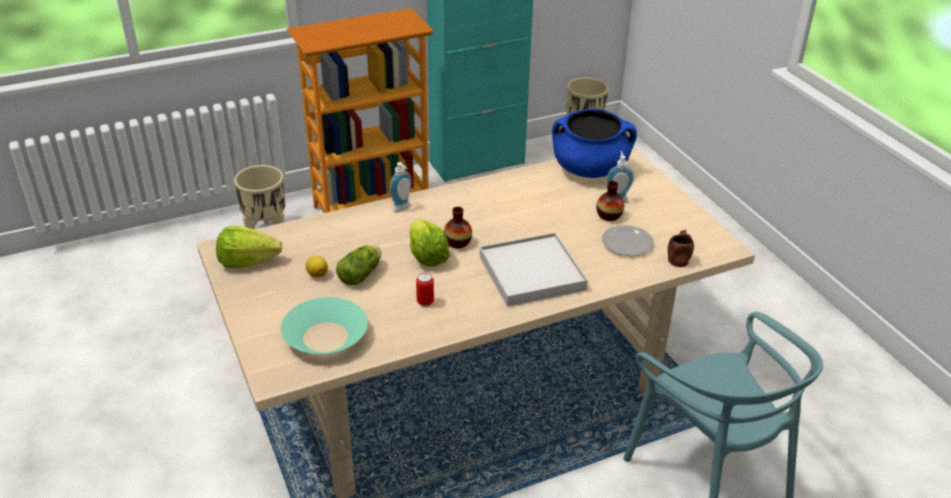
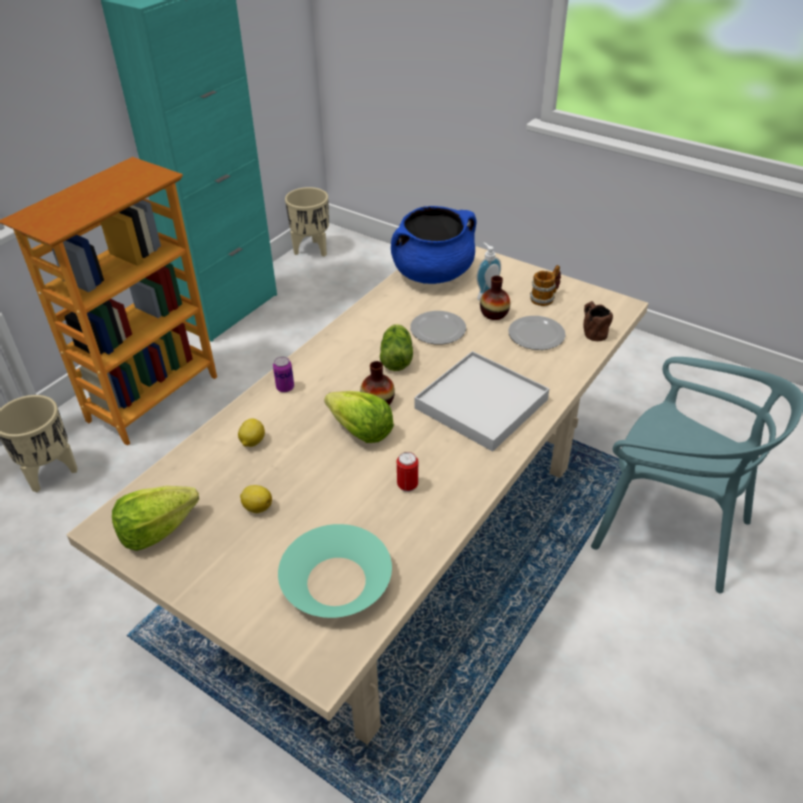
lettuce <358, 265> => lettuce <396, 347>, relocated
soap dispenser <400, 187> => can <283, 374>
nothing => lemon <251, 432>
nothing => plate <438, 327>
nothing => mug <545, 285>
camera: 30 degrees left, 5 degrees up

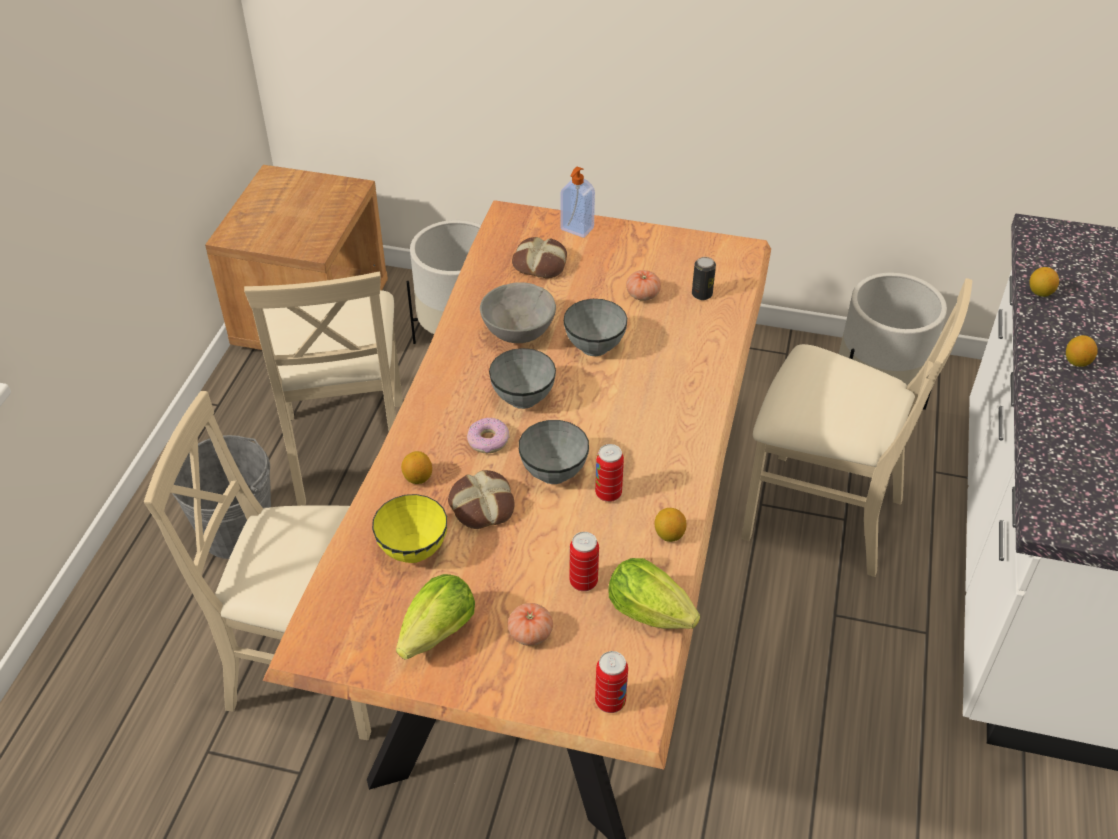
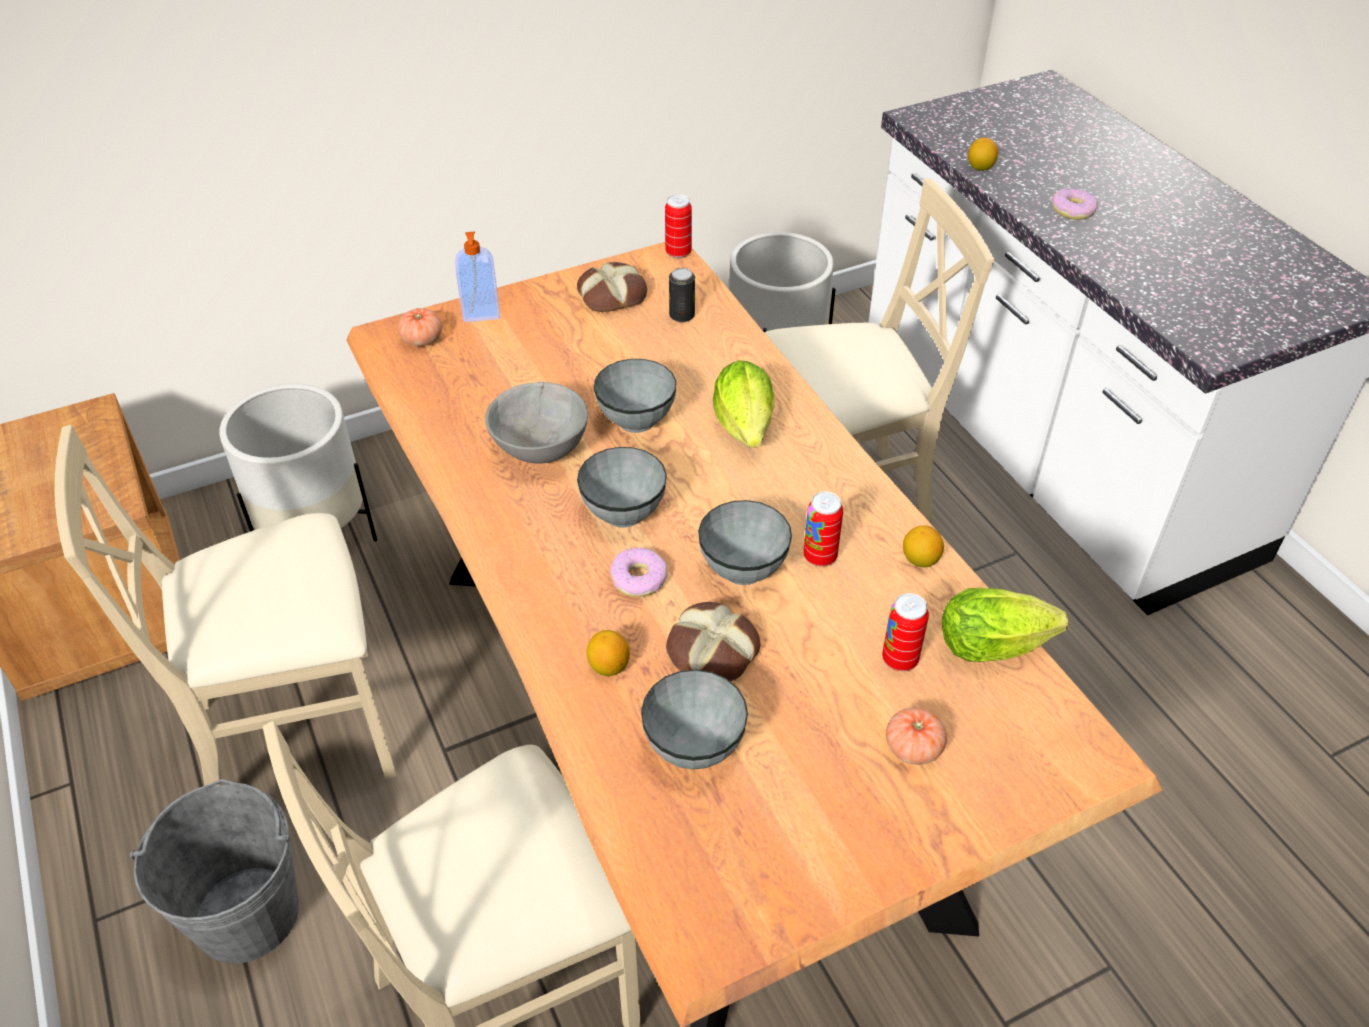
beige chair <323, 388> => beige chair <225, 605>, 120 degrees clockwise
yellow bowl <409, 528> => grey bowl <694, 719>
lettuce <435, 616> => lettuce <743, 404>, relocated
bread <539, 258> => bread <612, 287>, relocated
can <611, 682> => can <678, 226>, relocated
tomato <643, 285> => tomato <420, 327>, relocated
lemon <1082, 351> => donut <1074, 204>
camera: 40 degrees left, 0 degrees up

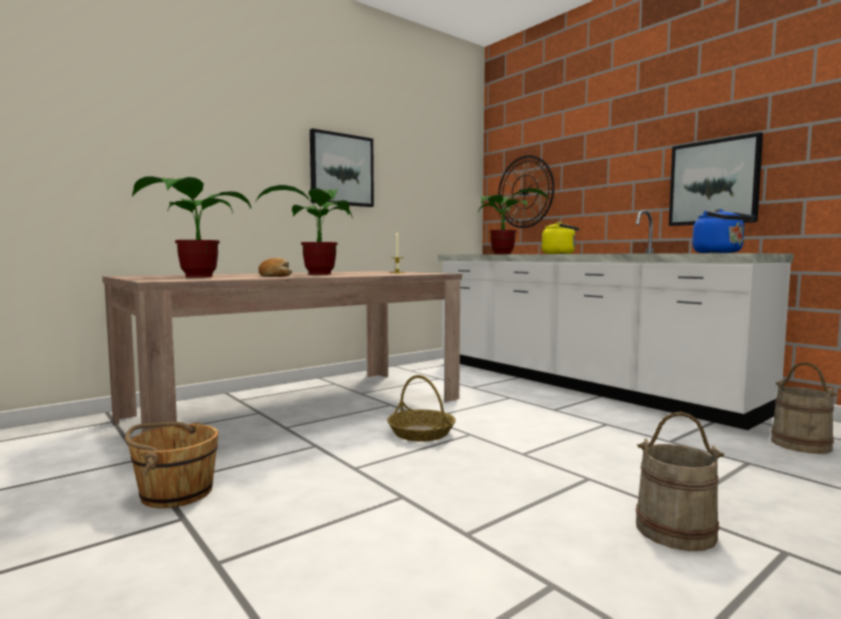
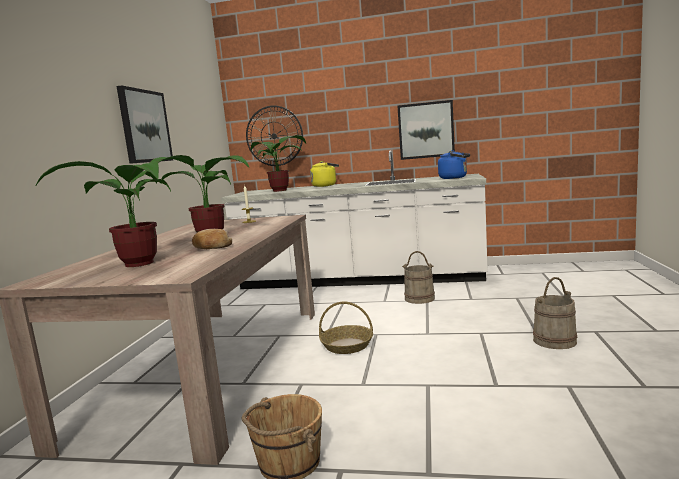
beige bucket <804, 408> => beige bucket <418, 277>, relocated
camera: 40 degrees left, 5 degrees up

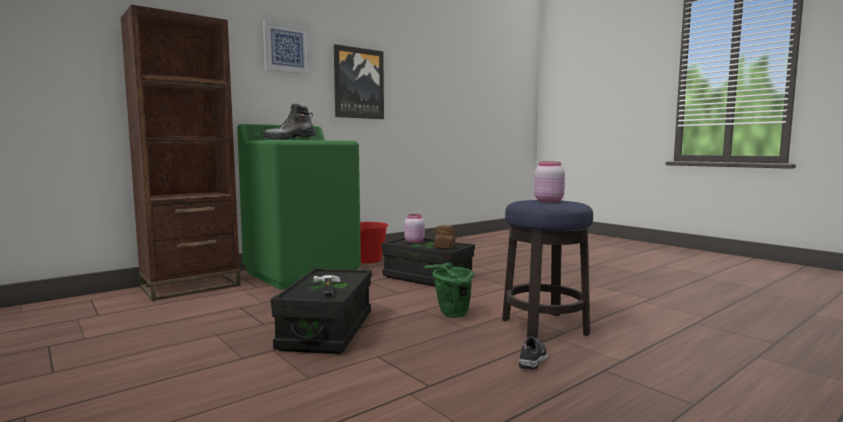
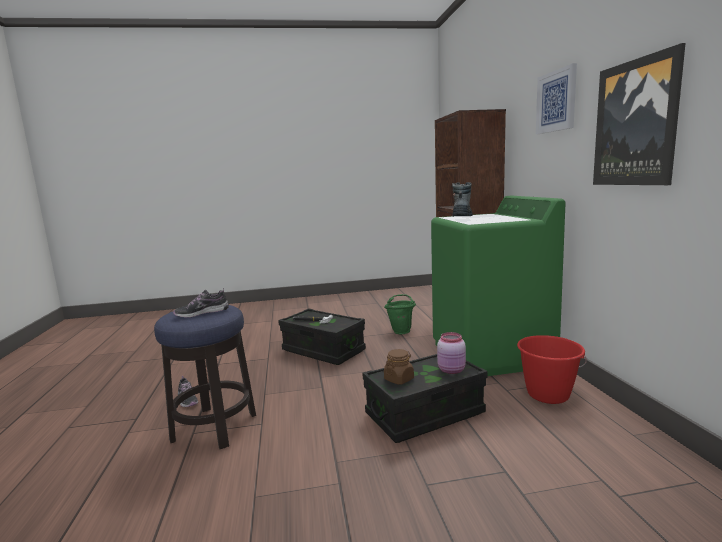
green bucket <449, 290> => green bucket <400, 314>, relocated
pink jar <549, 182> => shoe <201, 303>
camera: 120 degrees right, 5 degrees up

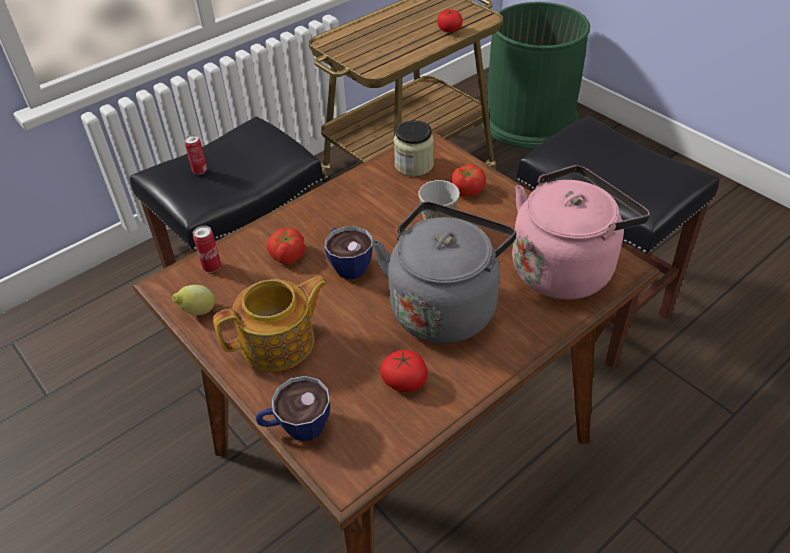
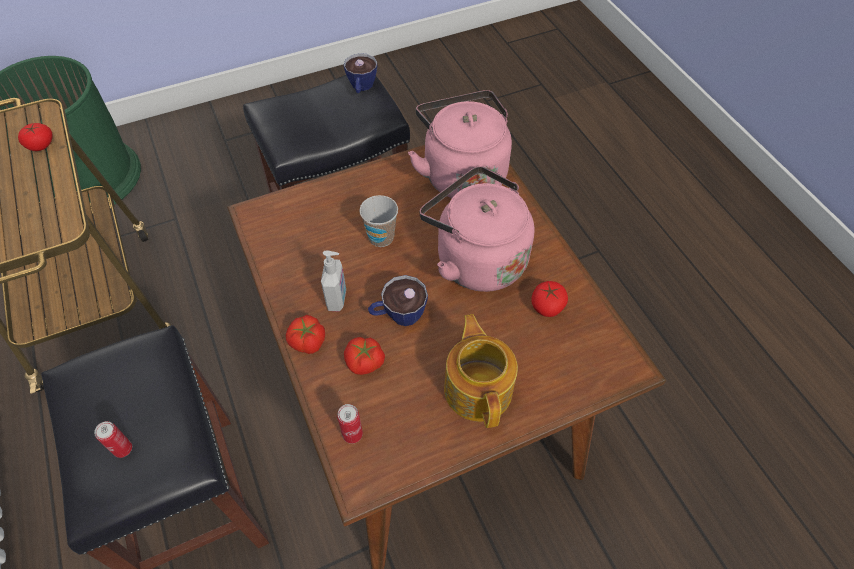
lemon <193, 300> => nothing
cup <292, 408> => cup <360, 73>, relocated
grey kettle <444, 272> => pink kettle <477, 229>
jar <414, 148> => nothing
tomato <468, 180> => tomato <305, 334>, relocated
nothing => soap dispenser <333, 281>
camera: 75 degrees left, 10 degrees up

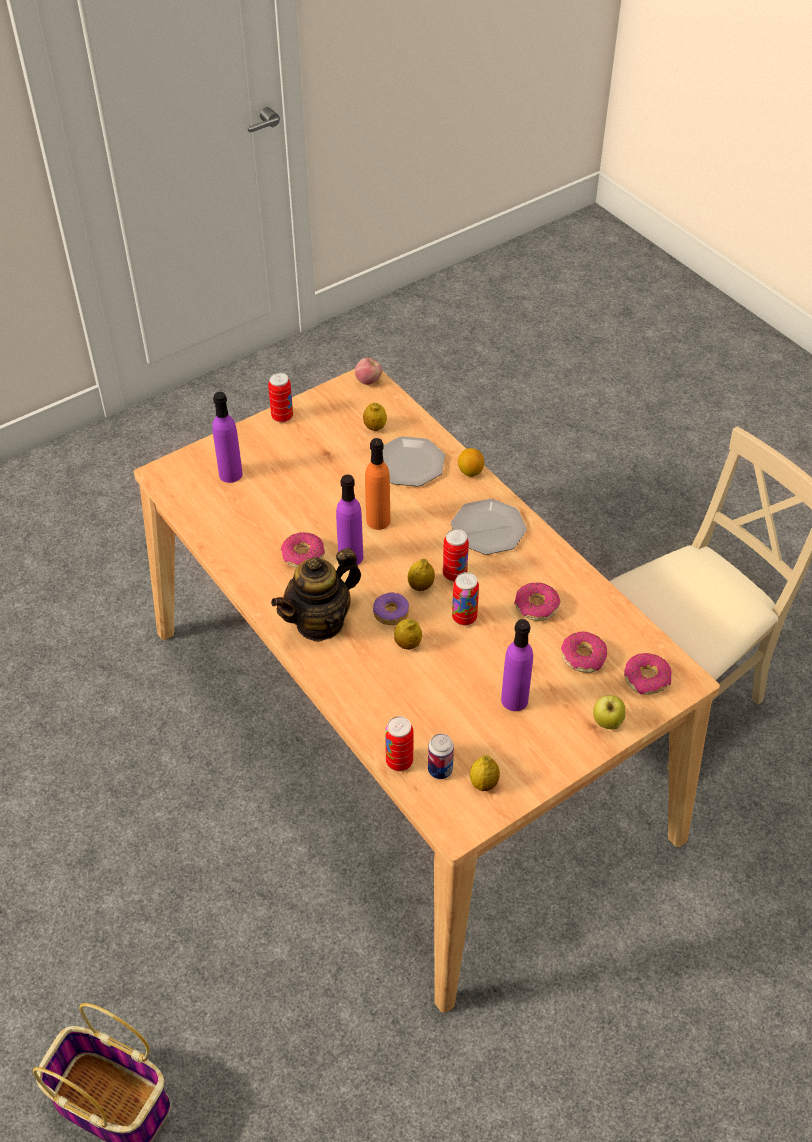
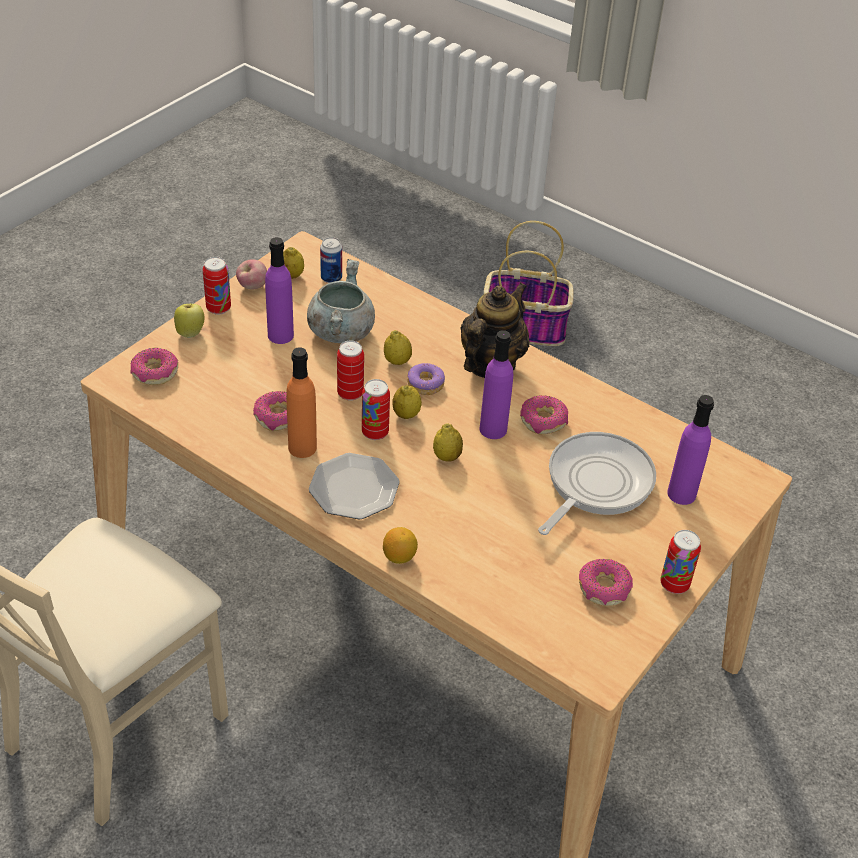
apple <368, 371> => apple <251, 274>, relocated
lemon <375, 417> => lemon <448, 442>, relocated
orange bottle <378, 484> => orange bottle <301, 402>, relocated
plate <414, 461> => nothing
can <399, 743> => can <217, 286>, relocated
donut <584, 652> => donut <606, 582>, relocated
nothing => grey cooking pot <341, 301>
nothing => frying pan <597, 483>
camera: 160 degrees right, 5 degrees down

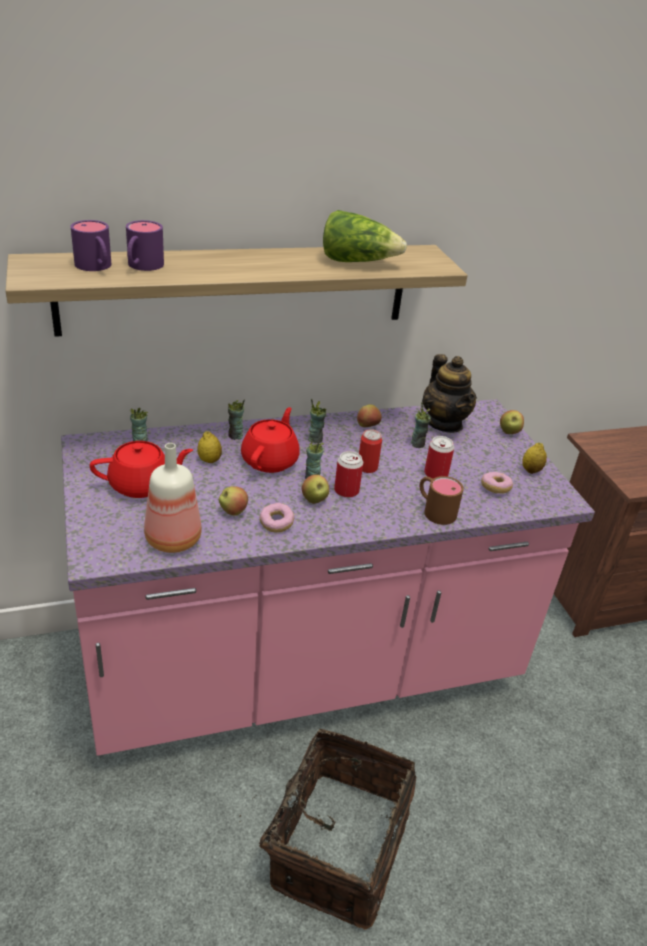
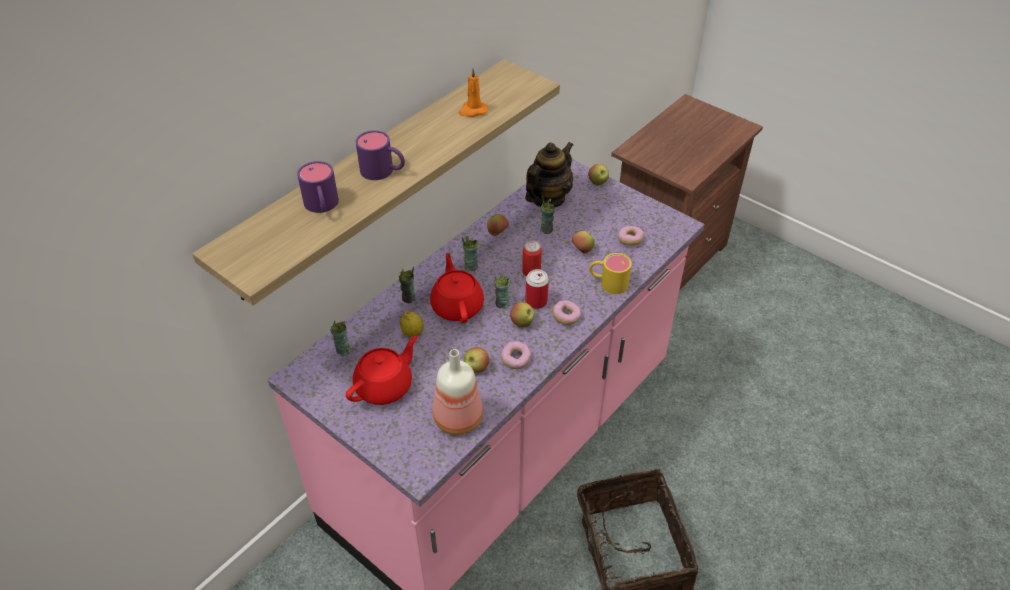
purple mug <91, 245> => purple mug <380, 155>, relocated
lettuce <365, 236> => orange candle <473, 92>
brown mug <441, 500> => yellow mug <610, 273>
teapot <449, 393> => teapot <549, 174>, 90 degrees counterclockwise
can <439, 457> => apple <583, 242>
lemon <534, 458> => nothing
nothing => donut <567, 312>
camera: 30 degrees left, 10 degrees up

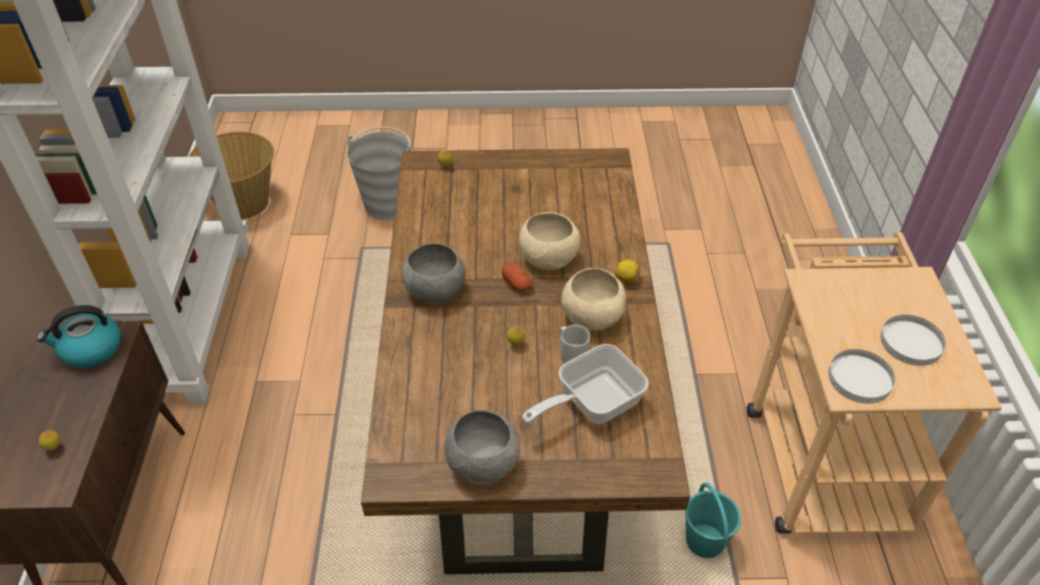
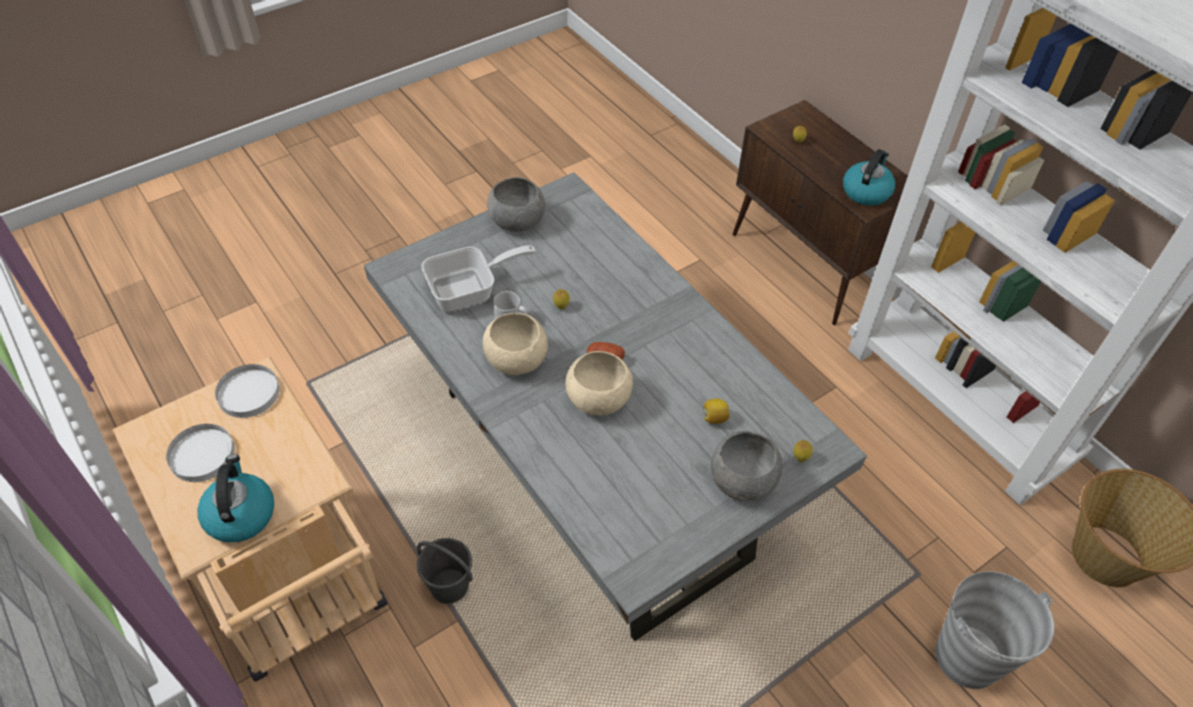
brown dining table <525, 361> => grey dining table <615, 406>
grey bowl <433, 273> => grey bowl <747, 466>, relocated
frying pan <586, 384> => frying pan <478, 278>, 45 degrees clockwise
lemon <627, 272> => lemon <717, 411>, relocated
turquoise bucket <713, 520> => nothing
nothing => kettle <235, 498>
nothing => grey bucket <445, 571>
camera: 145 degrees right, 5 degrees up

